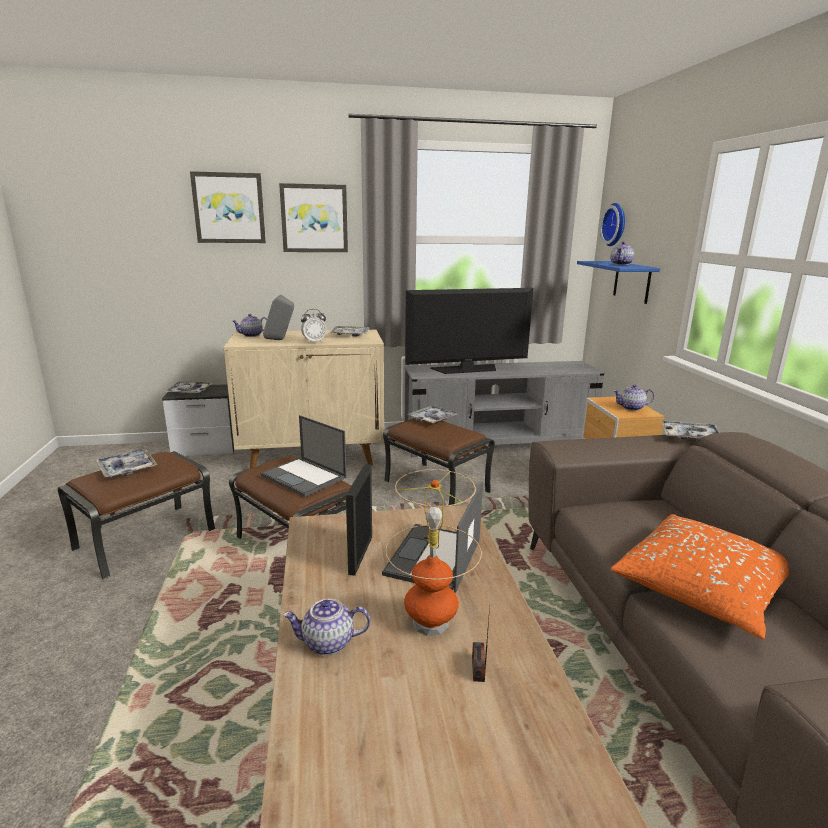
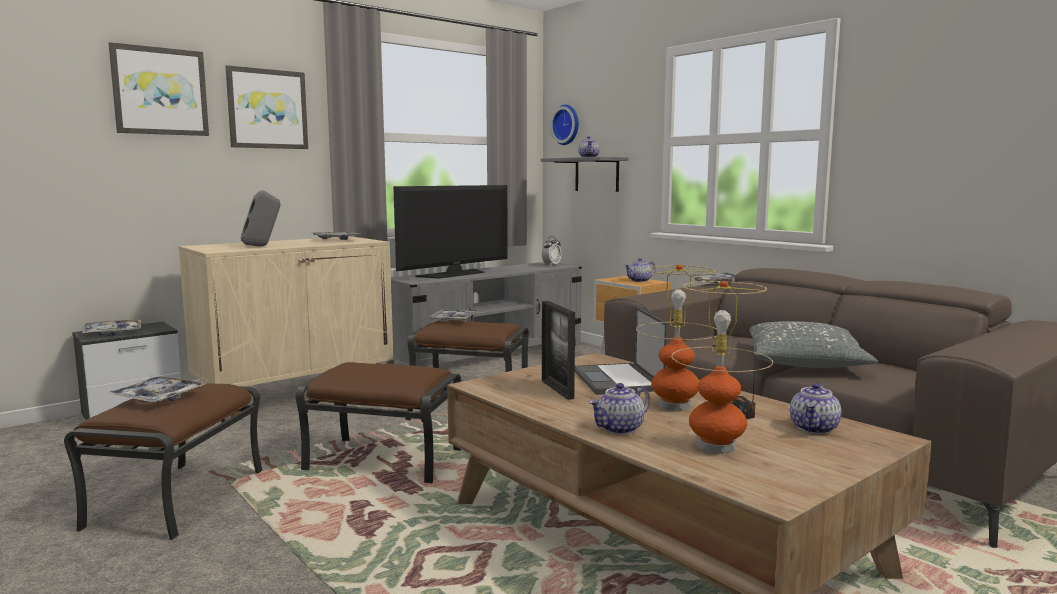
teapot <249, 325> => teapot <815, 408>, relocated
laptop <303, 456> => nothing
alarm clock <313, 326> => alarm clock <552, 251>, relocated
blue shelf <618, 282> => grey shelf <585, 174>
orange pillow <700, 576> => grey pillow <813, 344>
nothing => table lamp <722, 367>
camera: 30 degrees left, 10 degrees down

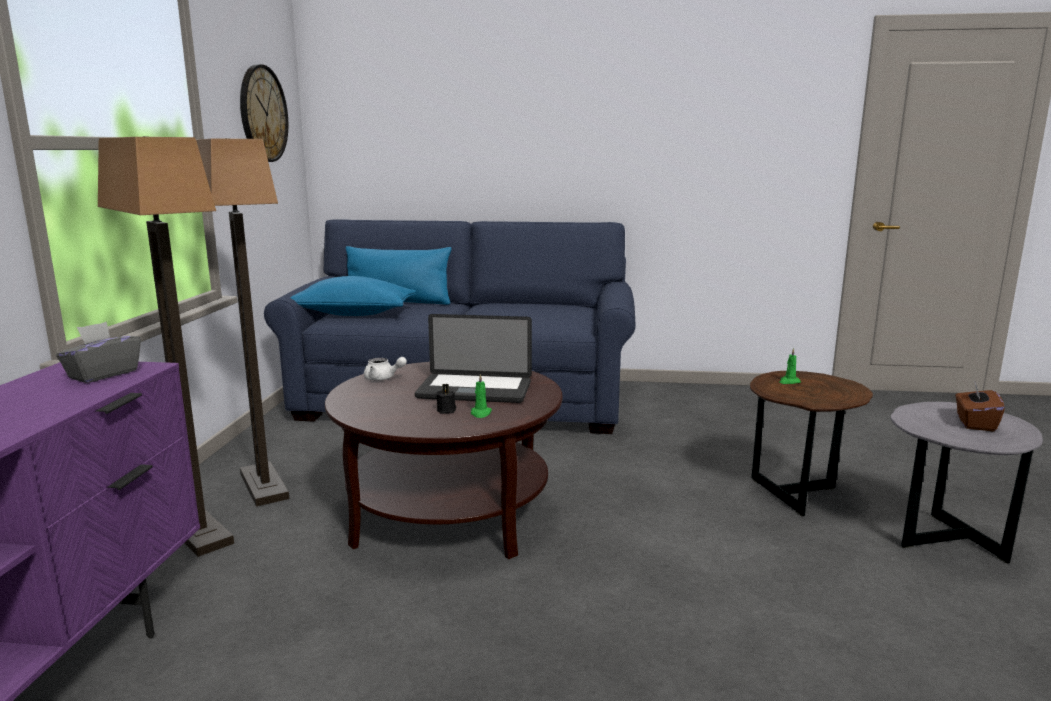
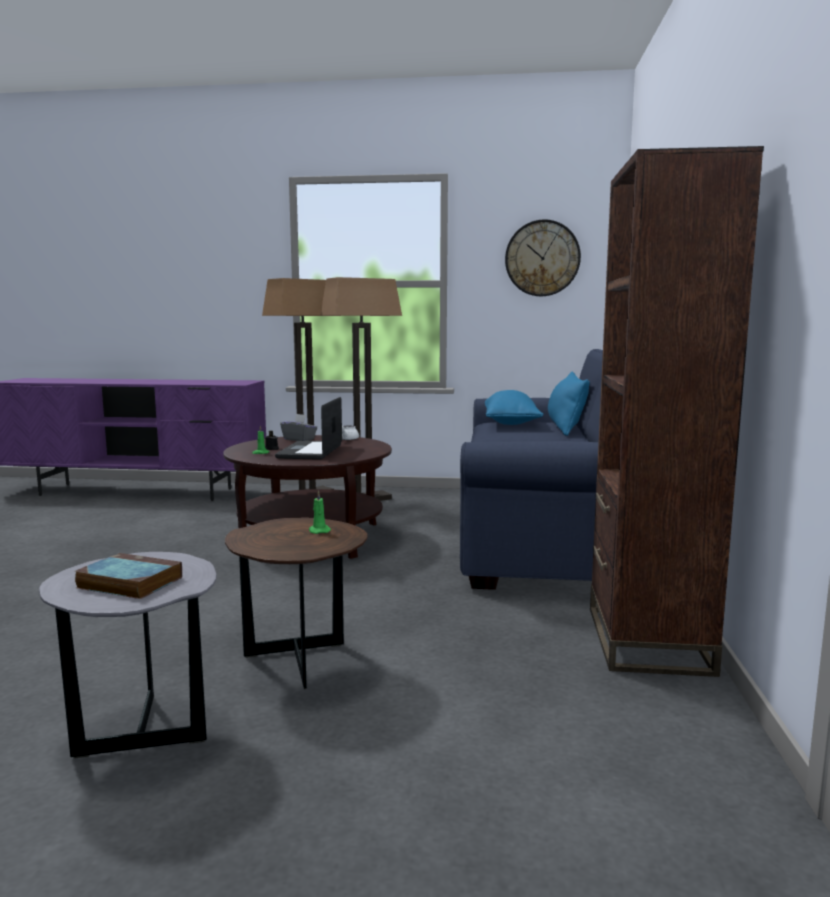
grey tissue box <98, 352> => grey tissue box <298, 427>, relocated
brown tissue box <980, 406> => book <128, 576>
nothing => brown bookcase <677, 411>
camera: 90 degrees right, 5 degrees down

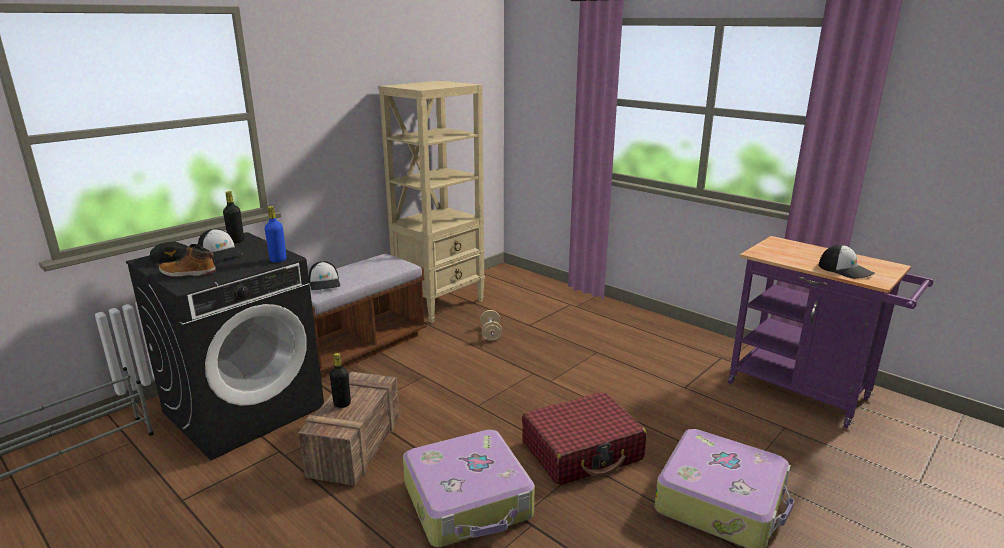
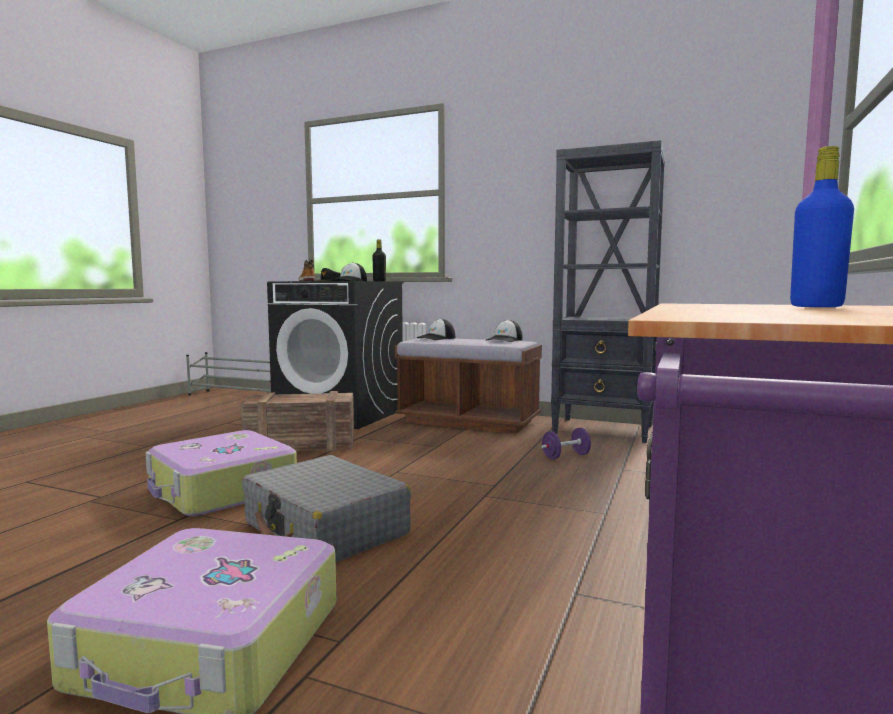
blue bottle <275, 234> => blue bottle <822, 226>, relocated
black bottle <340, 380> => nothing
beige bookcase <432, 202> => black bookcase <608, 291>
beige dumbbell <491, 325> => purple dumbbell <566, 444>
red suitcase <584, 438> => grey suitcase <326, 508>
cap <847, 262> => cap <504, 331>, relocated
camera: 70 degrees right, 15 degrees down

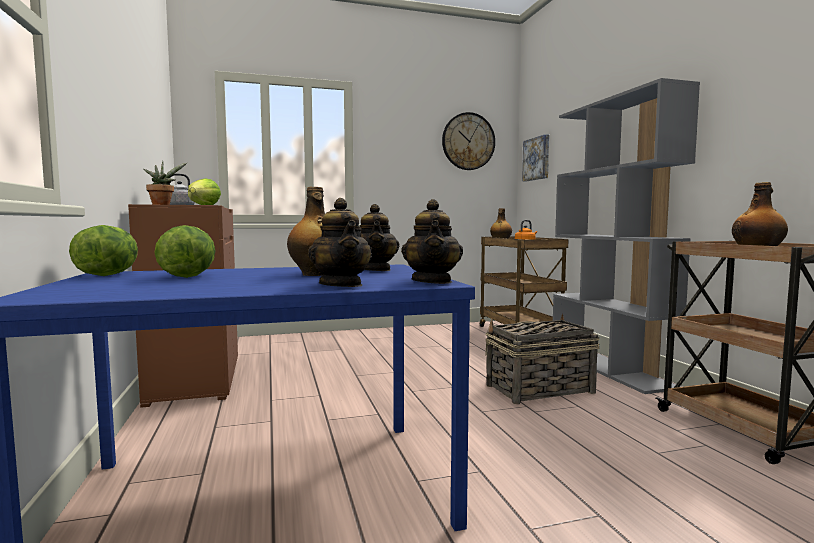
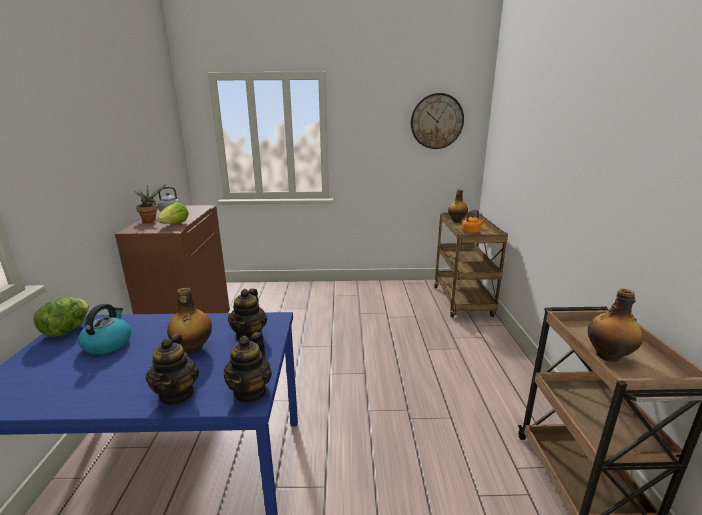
lettuce <185, 251> => kettle <104, 329>
basket <542, 359> => nothing
picture <535, 157> => nothing
grey bookcase <626, 236> => nothing
camera: 15 degrees right, 15 degrees up

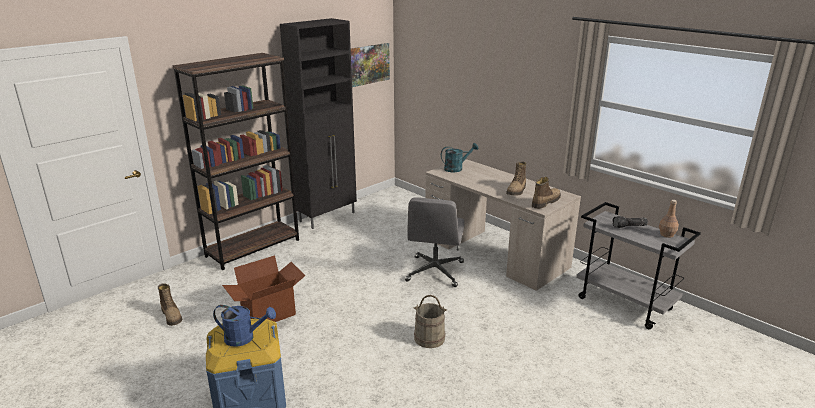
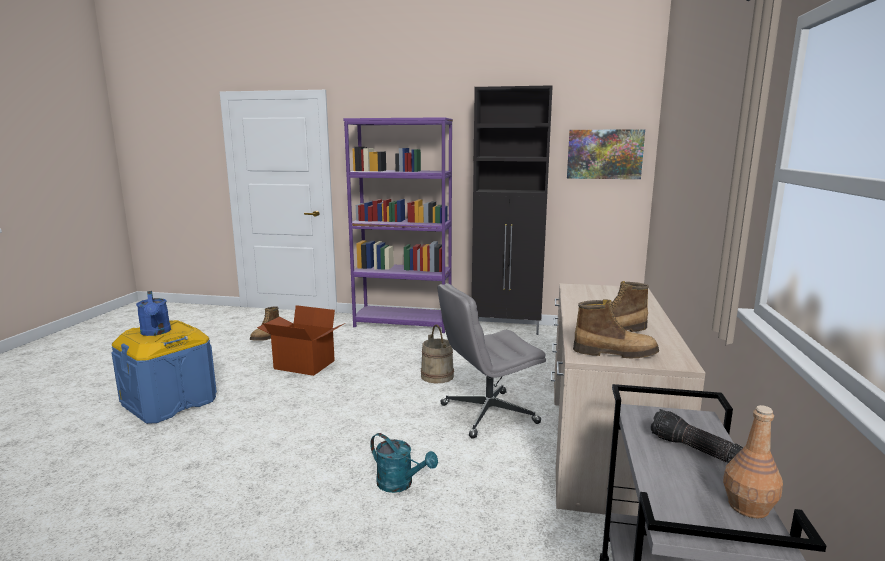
brown bookcase <236, 161> => purple bookcase <398, 225>
beige bucket <430, 321> => beige bucket <437, 354>, relocated
turquoise watering can <460, 157> => turquoise watering can <404, 463>, relocated
camera: 55 degrees right, 10 degrees down

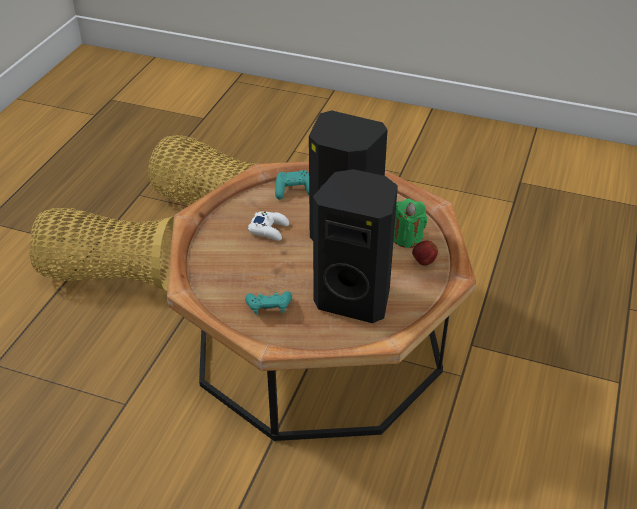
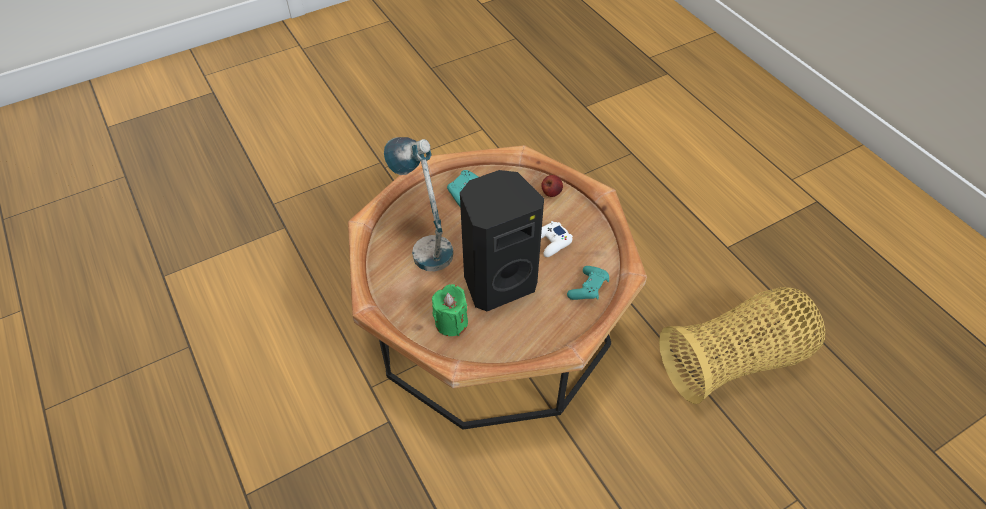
basket <101, 249> => nothing
black speaker <355, 246> => table lamp <418, 204>
apple <425, 253> => apple <552, 186>, relocated
camera: 130 degrees right, 10 degrees up

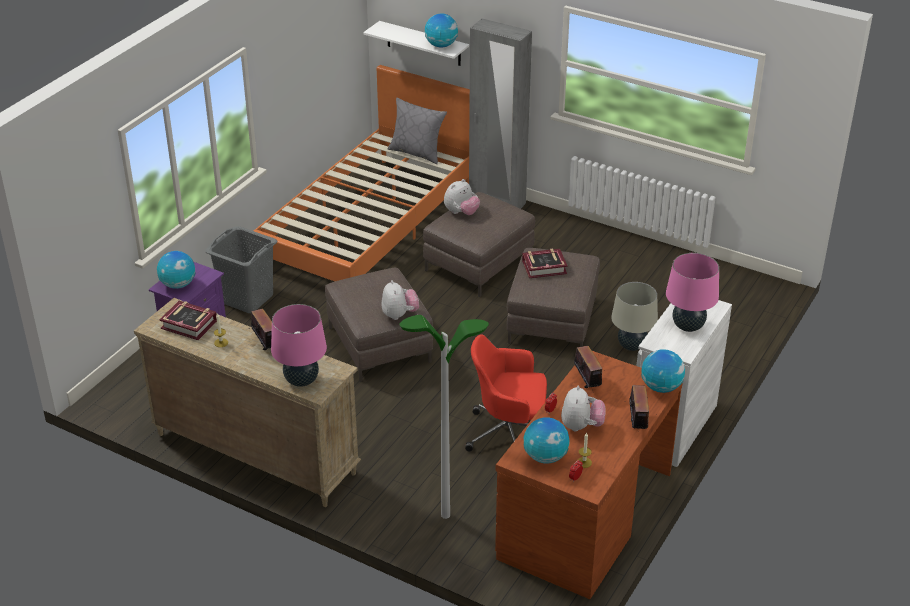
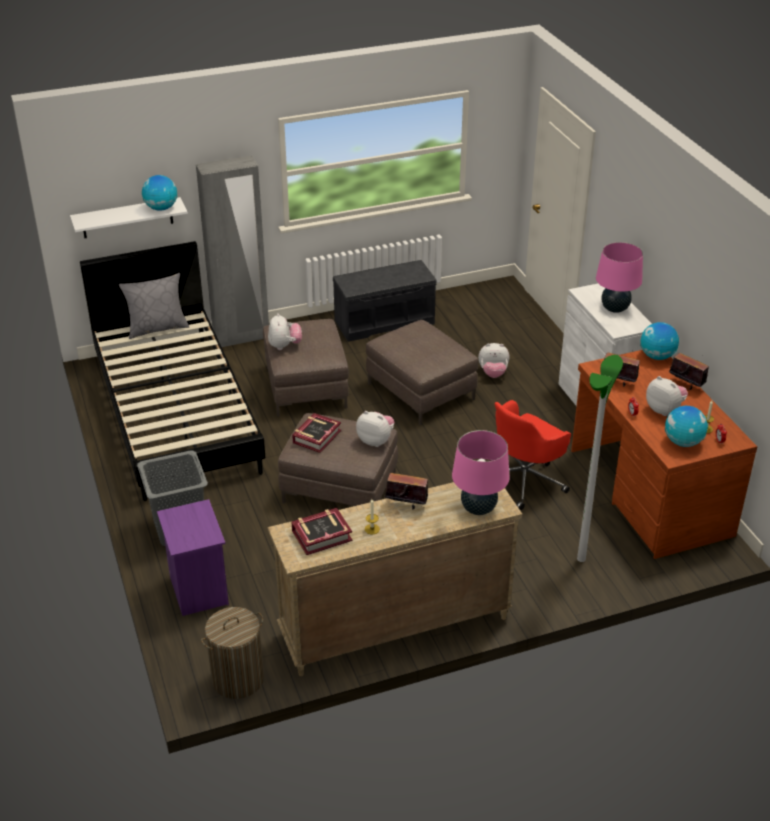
globe <176, 270> => nothing
orange bed <361, 173> => black bed <172, 371>
book <544, 263> => book <316, 433>, relocated
beige table lamp <634, 316> => plush toy <493, 360>
nothing => laundry basket <232, 653>
nothing => grey bench <385, 301>
camera: 50 degrees left, 0 degrees up

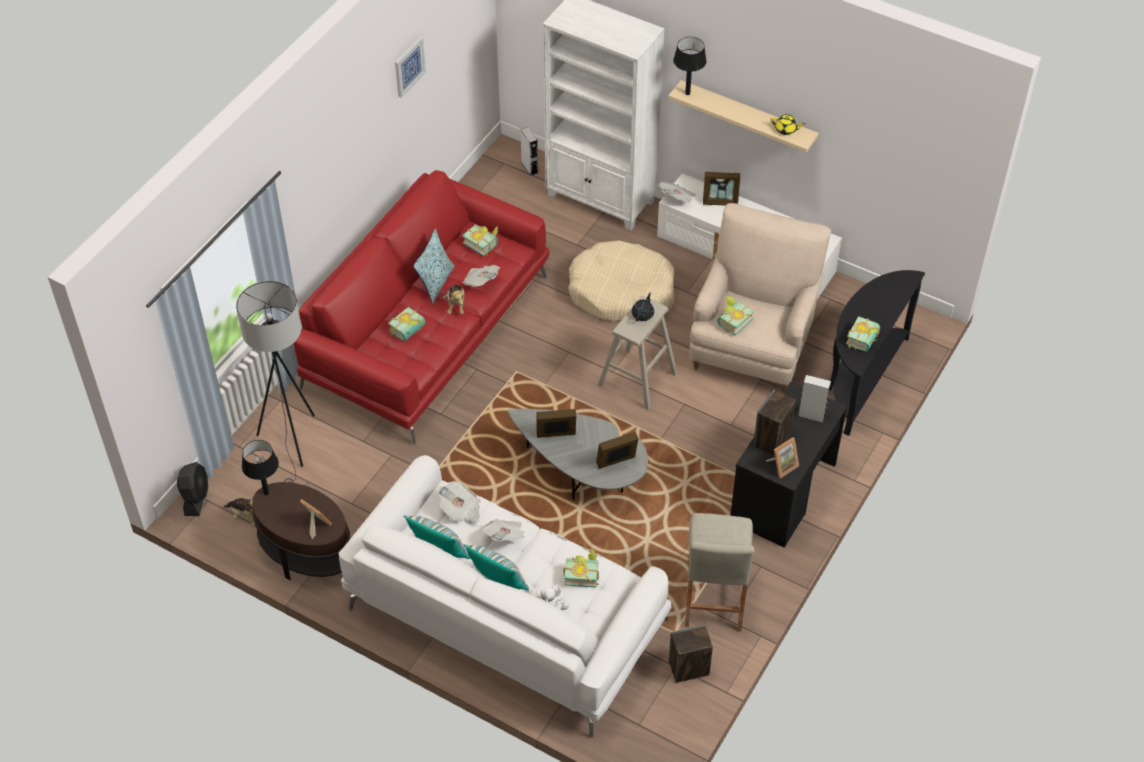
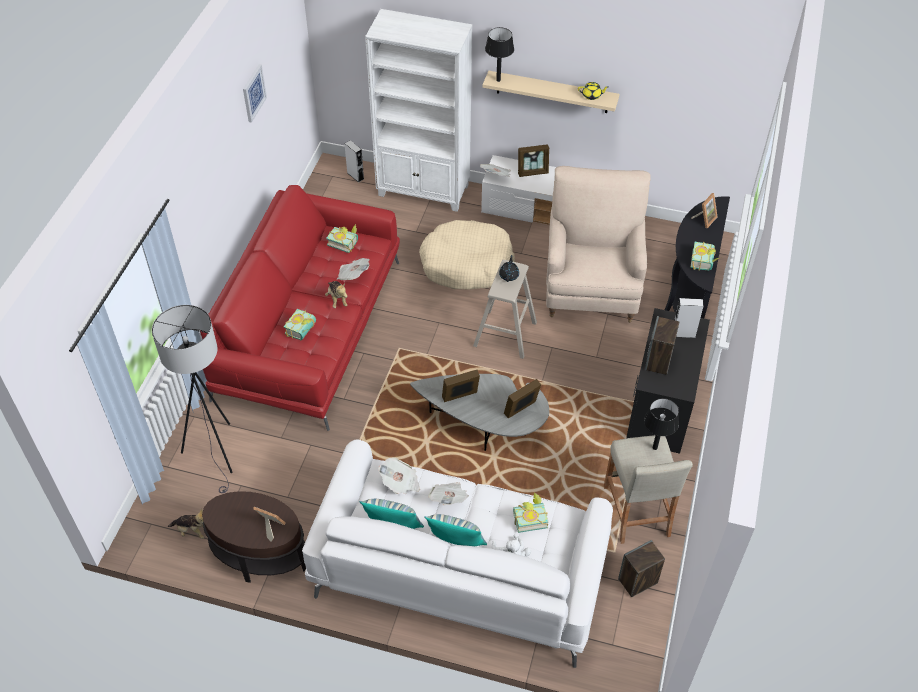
black fan <192, 489> => nothing
black table lamp <260, 467> => black table lamp <661, 424>, relocated
pillow <433, 266> => nothing
book <735, 316> => nothing
picture frame <782, 457> => picture frame <704, 210>, relocated
camera: 15 degrees left, 0 degrees up

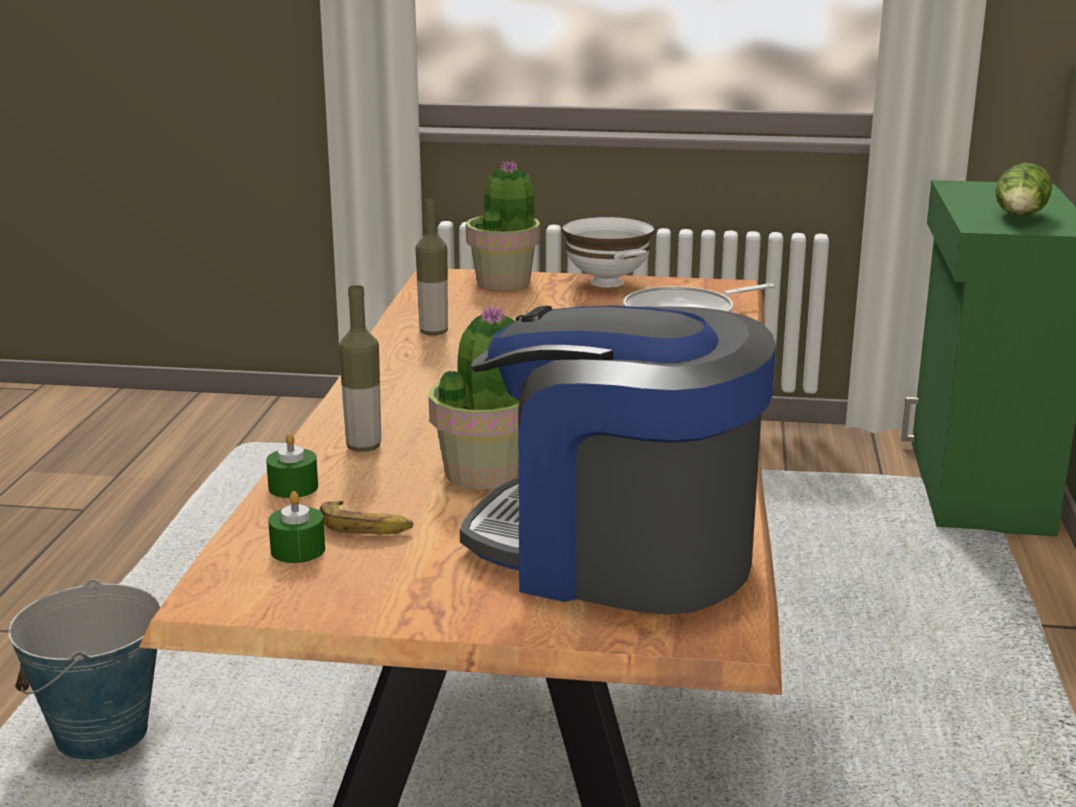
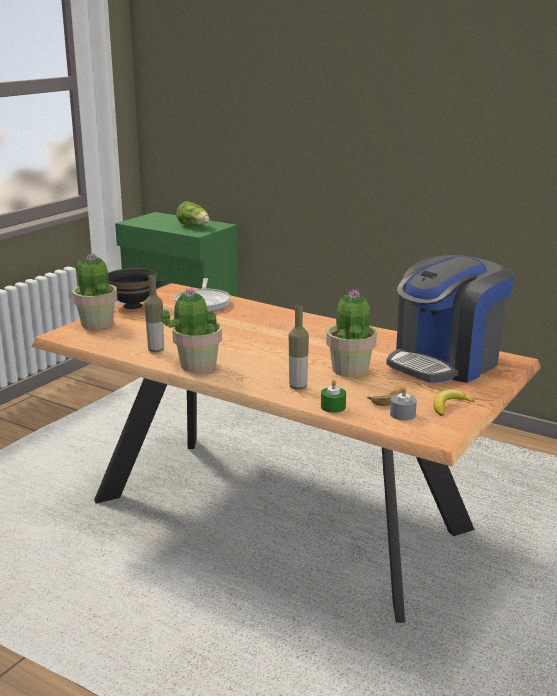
bucket <84, 669> => nothing
green candle <296, 527> => grey candle <403, 404>
white bowl <608, 251> => black bowl <137, 288>
nothing => potted plant <191, 330>
nothing => banana <454, 402>
camera: 65 degrees left, 0 degrees up

